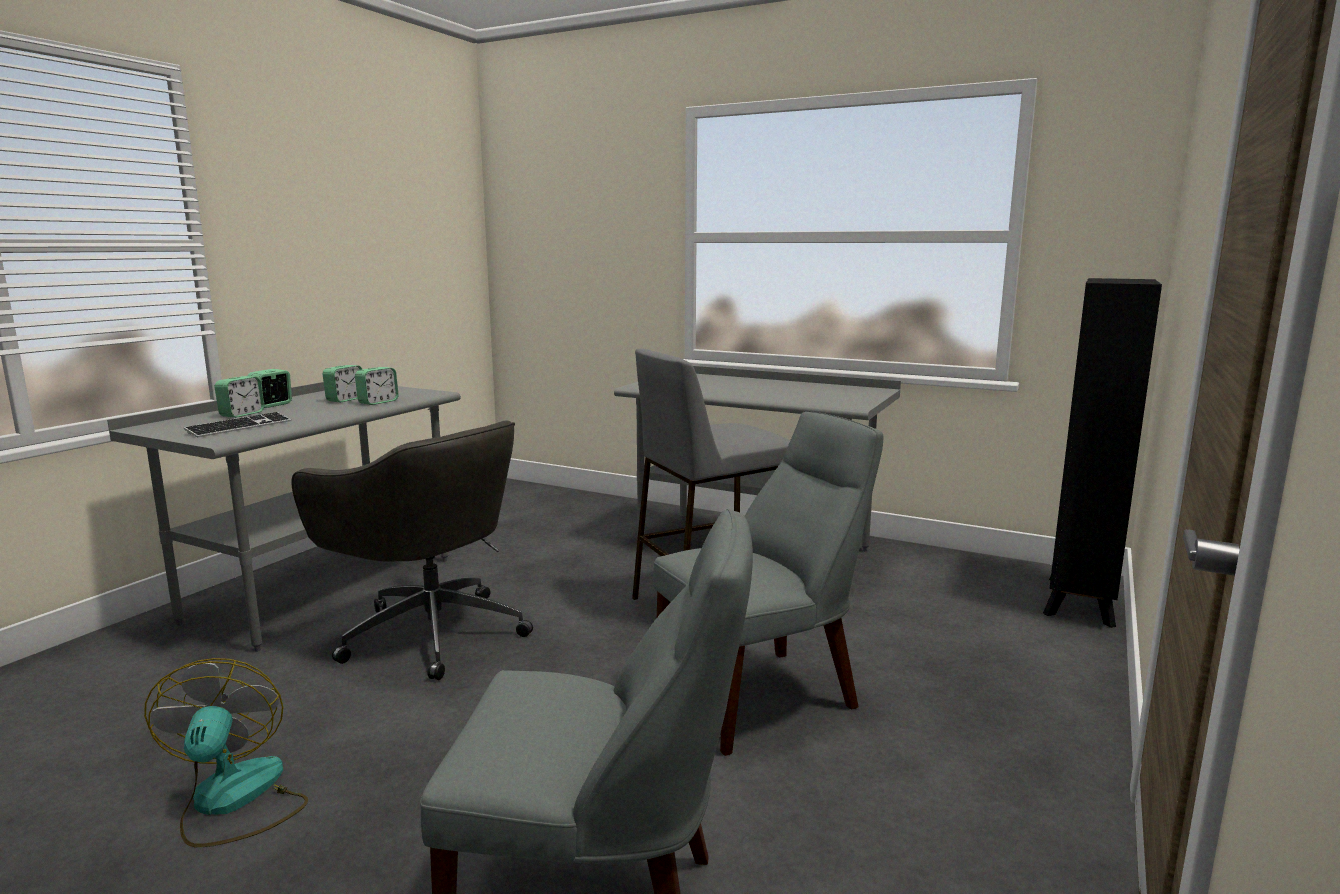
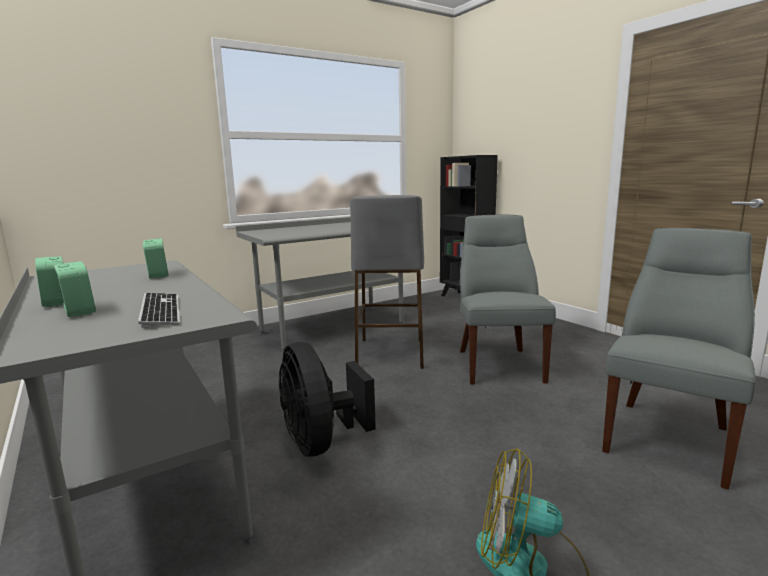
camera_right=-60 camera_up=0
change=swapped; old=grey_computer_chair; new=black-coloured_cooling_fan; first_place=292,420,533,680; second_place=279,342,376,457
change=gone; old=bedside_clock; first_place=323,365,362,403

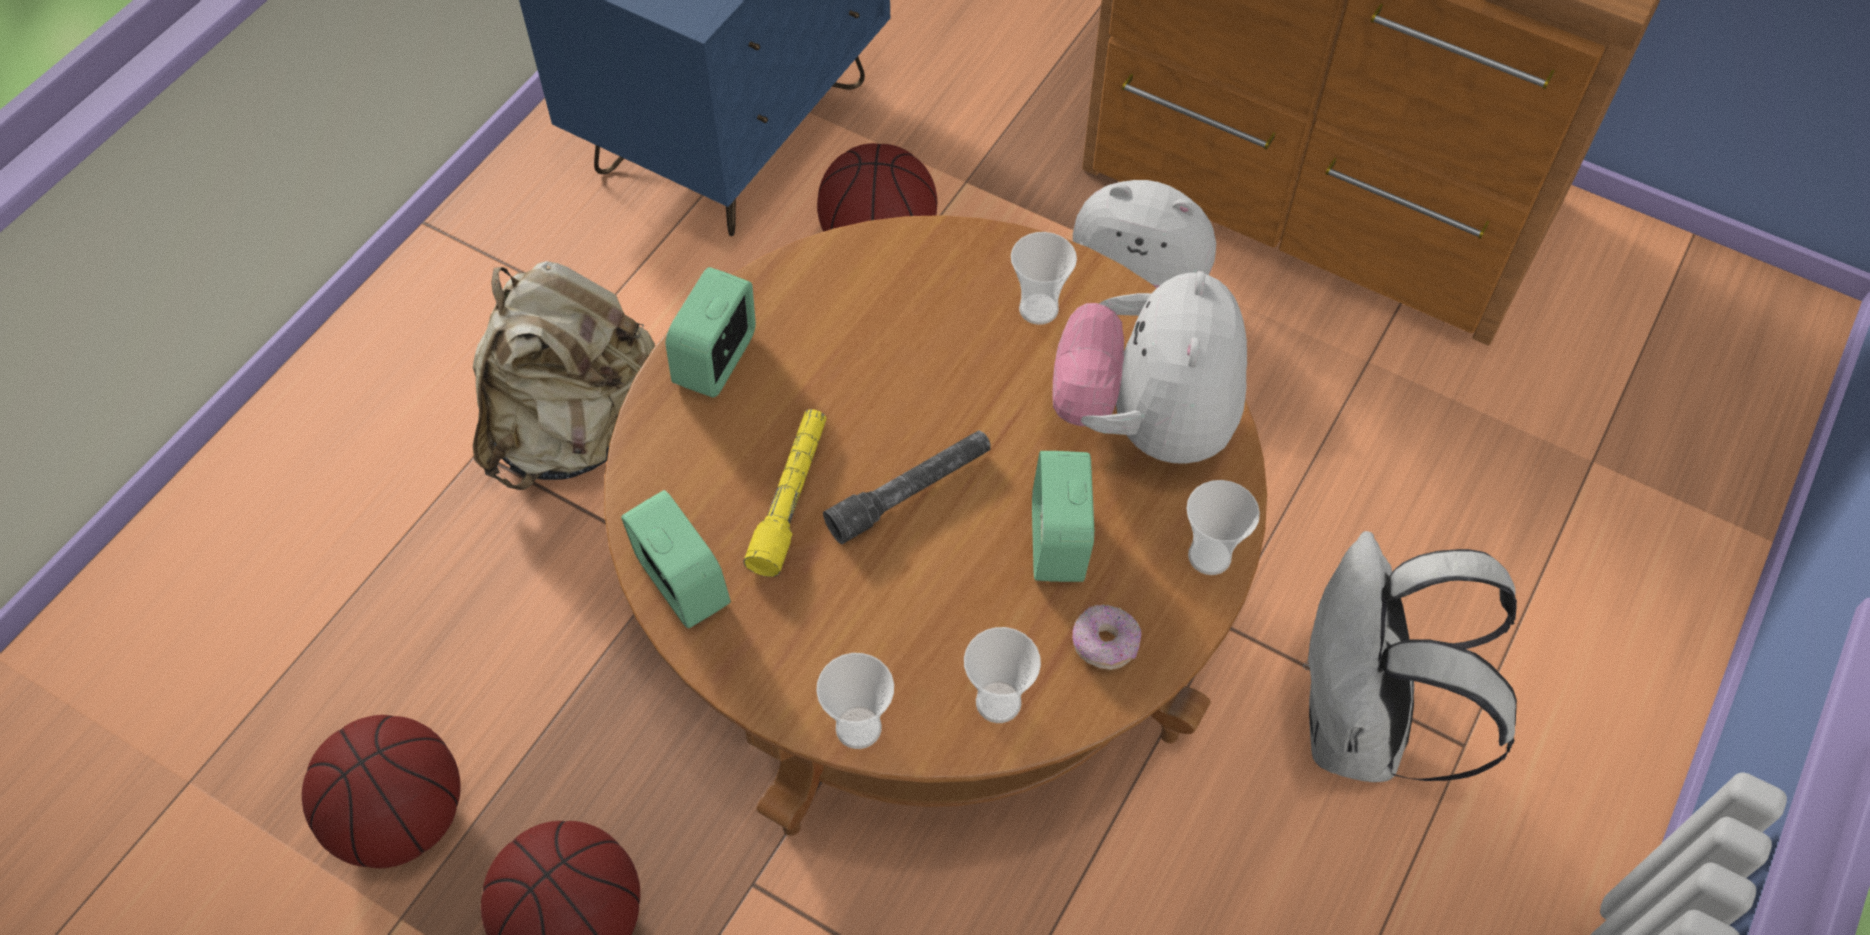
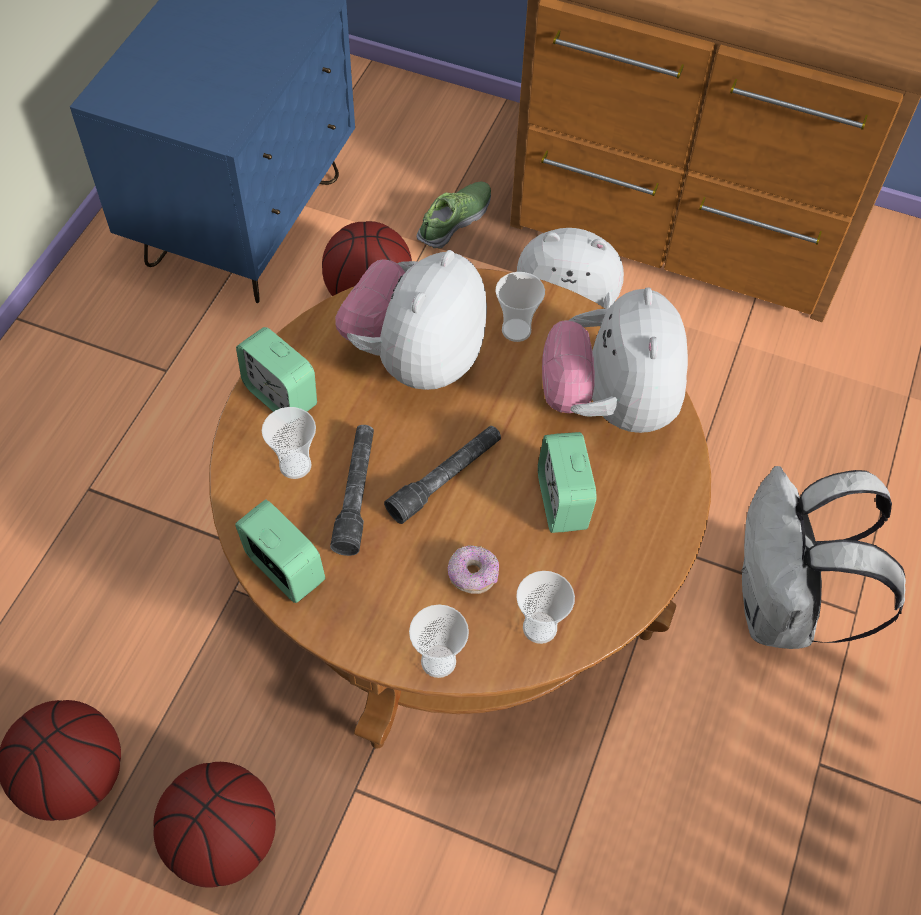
camera_right=-10 camera_up=0
change=rotated; old=bedside_clock; first_place=665,267,756,397; second_place=236,327,317,412; degrees=-60
change=shifted; old=cup; first_place=1187,480,1260,575; second_place=262,407,316,479
change=repainted; old=yellow_hand_torch; new=grey_hand_torch; first_place=743,409,826,577; second_place=330,425,374,556
change=new; new=cuddly_toy; second_place=335,250,487,390
change=new; new=item_of_footwear; second_place=416,181,491,248
change=shifted; old=doughnut; first_place=1073,604,1141,670; second_place=448,545,499,594
change=gone; old=beige_knapsack; first_place=473,261,655,490

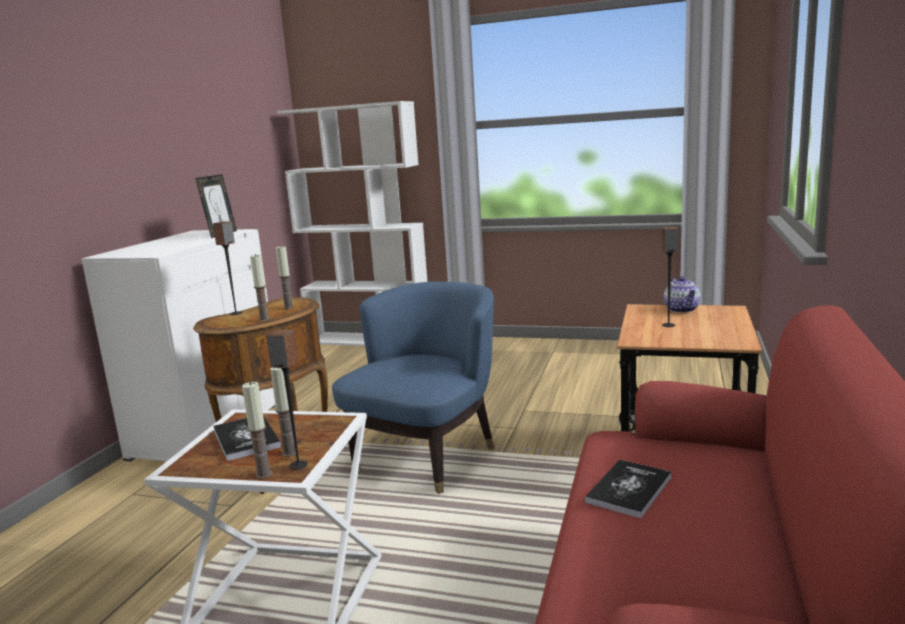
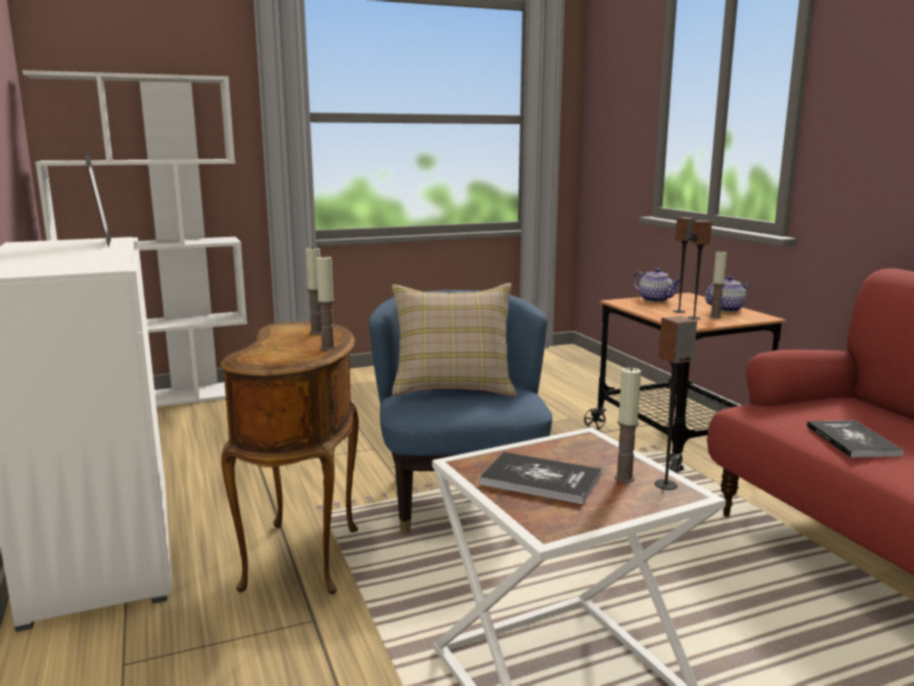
camera_right=-40 camera_up=0
change=new; new=beige_throw_pillow; second_place=392,283,517,396
change=shifted; old=loudspeaker; first_place=213,221,242,315; second_place=688,220,712,320
change=new; new=tea_pot; second_place=705,276,750,312
change=shifted; old=wax_candle; first_place=242,381,272,479; second_place=709,250,727,318

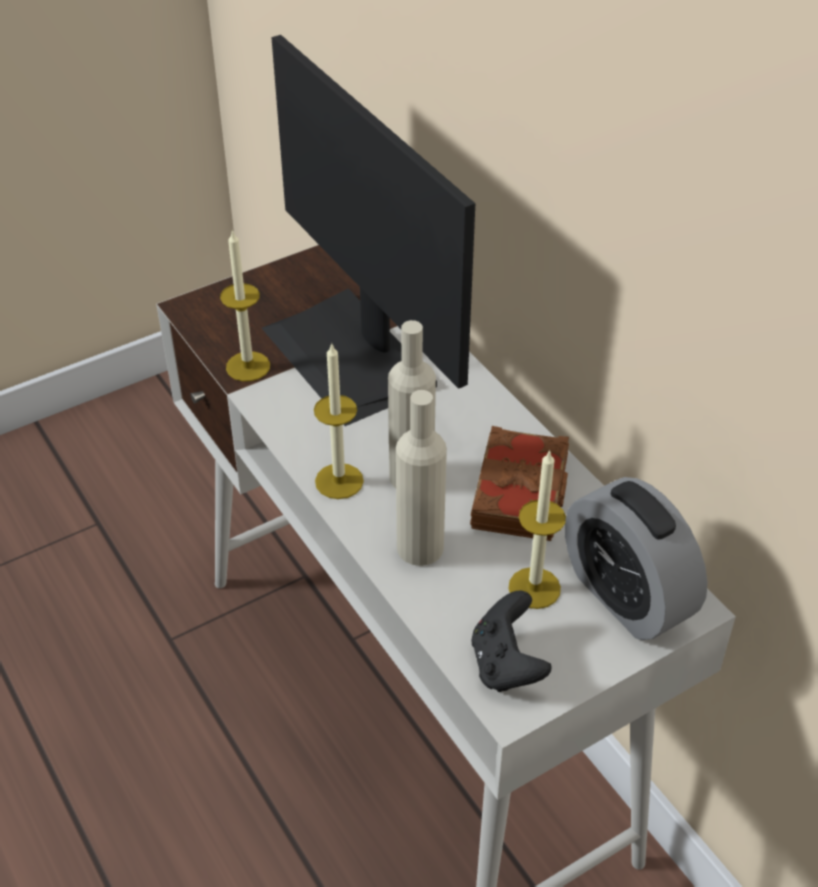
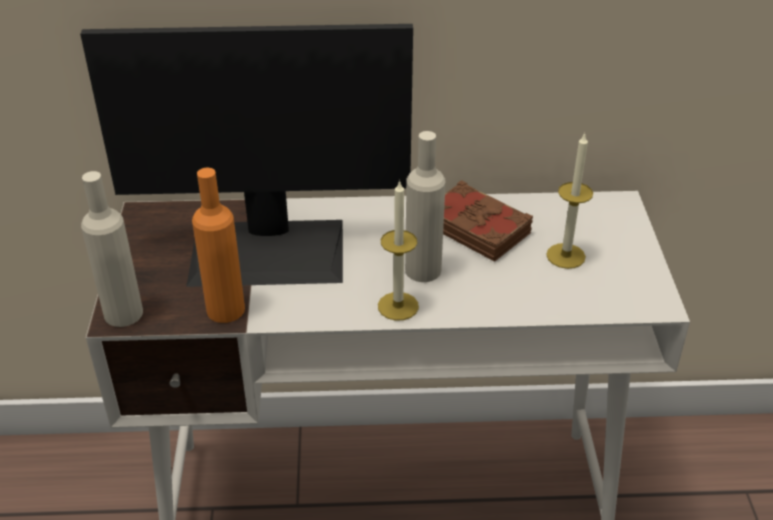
camera_right=-60 camera_up=-5
change=shifted; old=beige_bottle; first_place=396,390,447,566; second_place=81,171,143,327
change=swapped; old=wax_candle; new=orange_bottle; first_place=220,230,270,381; second_place=192,168,245,323
change=gone; old=black-coloured_game_controller; first_place=472,590,551,692
change=gone; old=bedside_clock; first_place=565,477,708,640

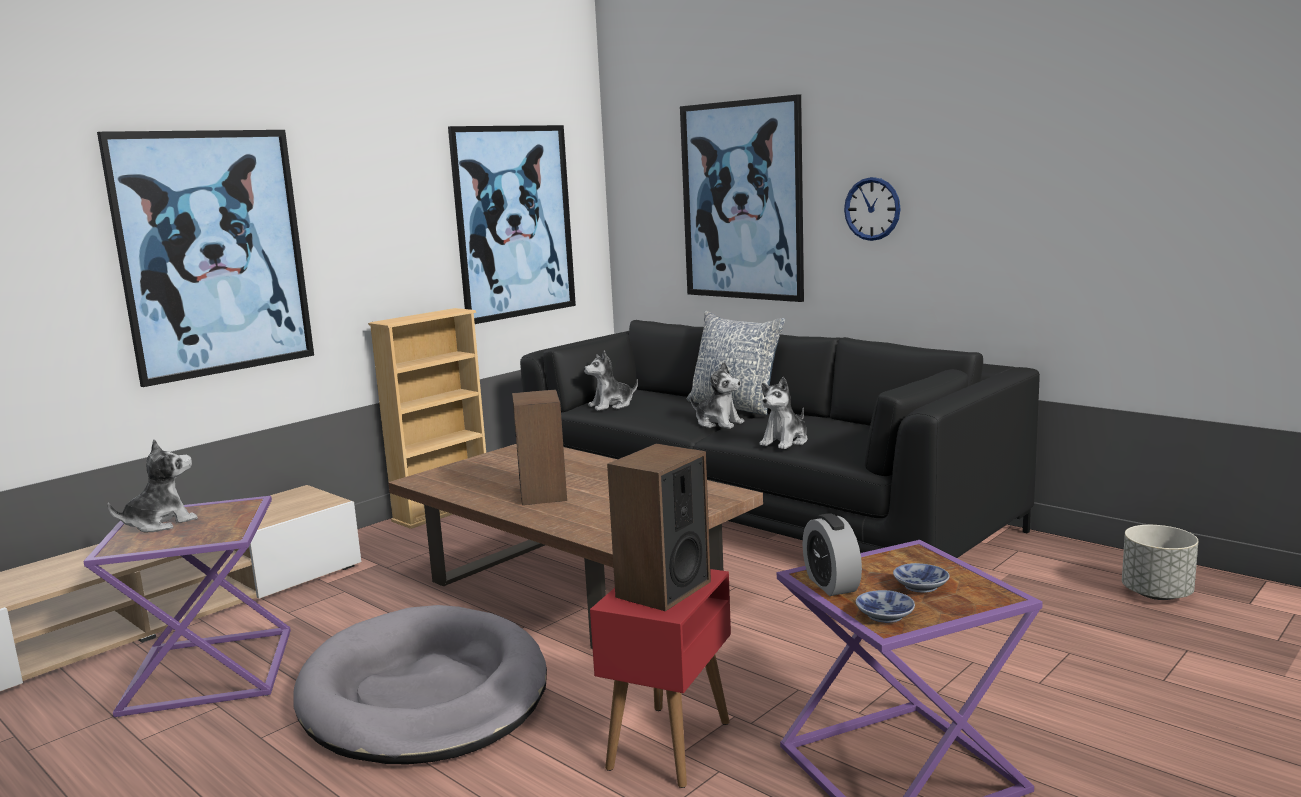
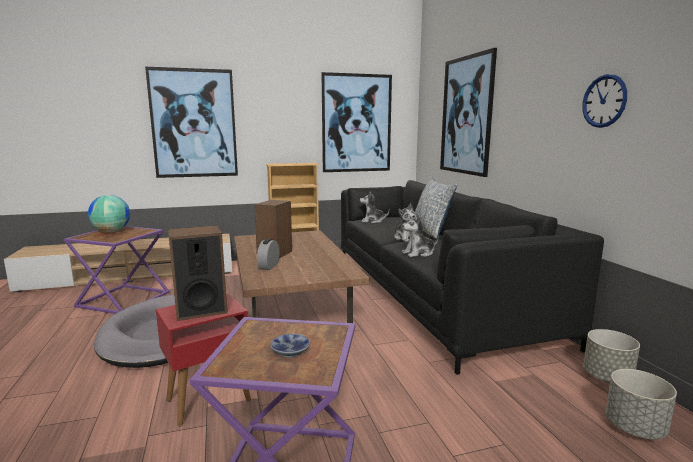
camera_right=30 camera_up=0
change=swapped; old=cuddly_toy; new=world_globe; first_place=108,440,198,532; second_place=88,195,130,232
change=shifted; old=bedside_clock; first_place=803,513,862,596; second_place=257,239,280,270
change=shifted; old=clock_on_the_wall; first_place=844,177,901,241; second_place=582,74,627,128
change=new; new=grey_flower_pot; second_place=583,329,640,383
change=gone; old=serving_bowl; first_place=856,590,915,623

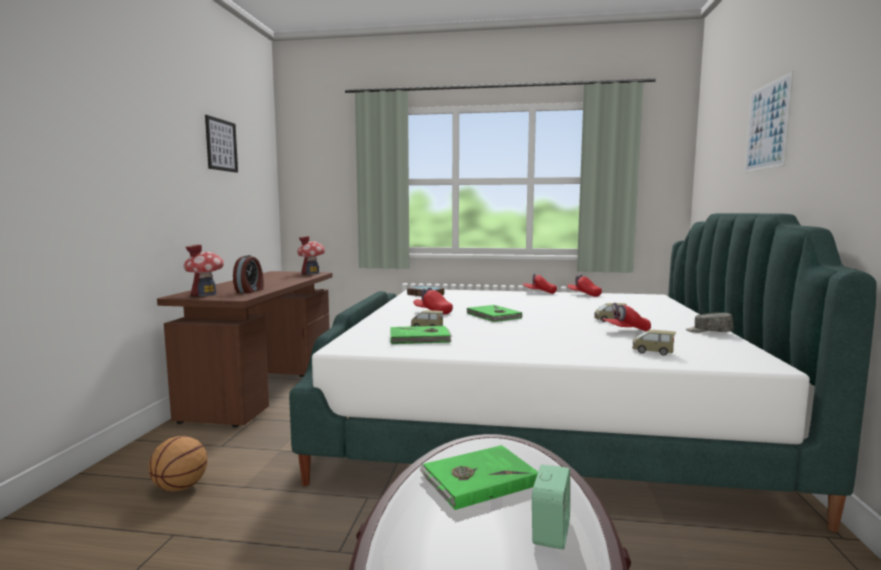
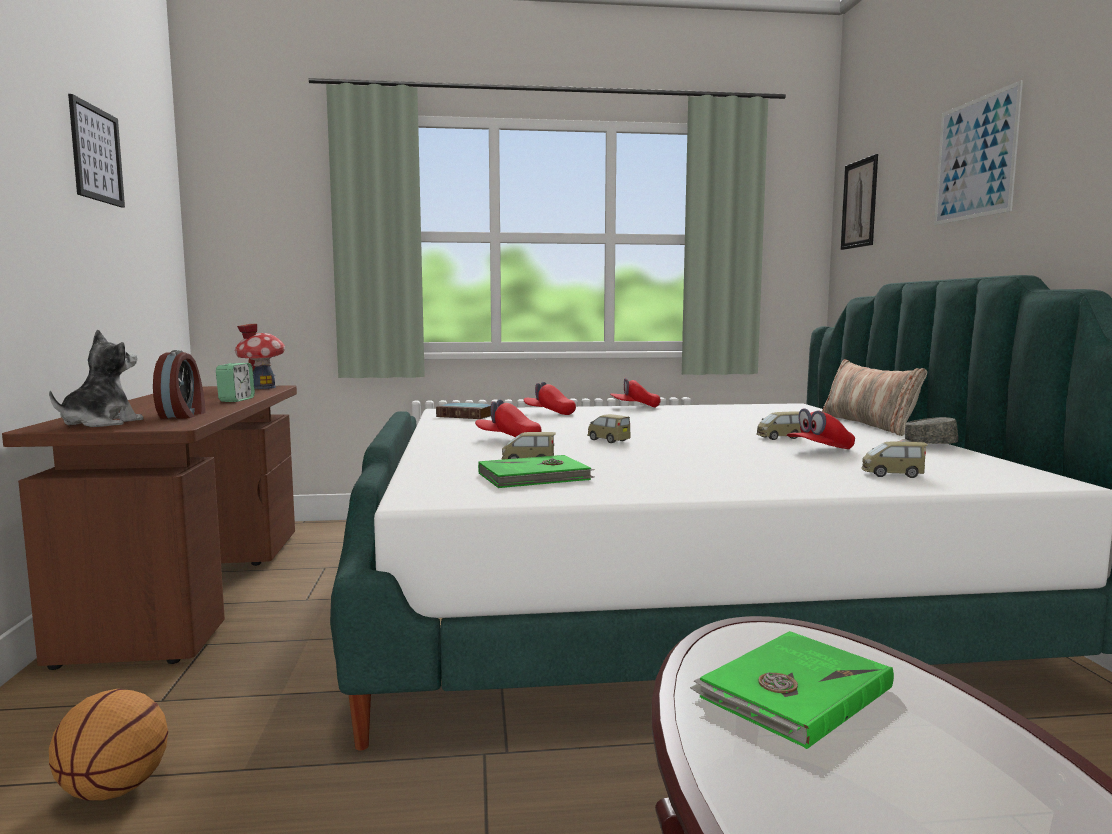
camera_right=-15 camera_up=0
change=swapped; old=miniature_house; new=cuddly_toy; first_place=184,245,224,297; second_place=49,329,144,427
change=shifted; old=bedside_clock; first_place=532,465,570,550; second_place=216,363,255,402
change=shifted; old=reddish_baseball_cap; first_place=567,275,602,297; second_place=523,382,576,415
change=swapped; old=green-coloured_volume; new=toy_car; first_place=467,305,522,322; second_place=587,414,630,443
change=new; new=throw_pillow; second_place=822,359,927,436
change=new; new=wall_picture; second_place=841,154,878,250

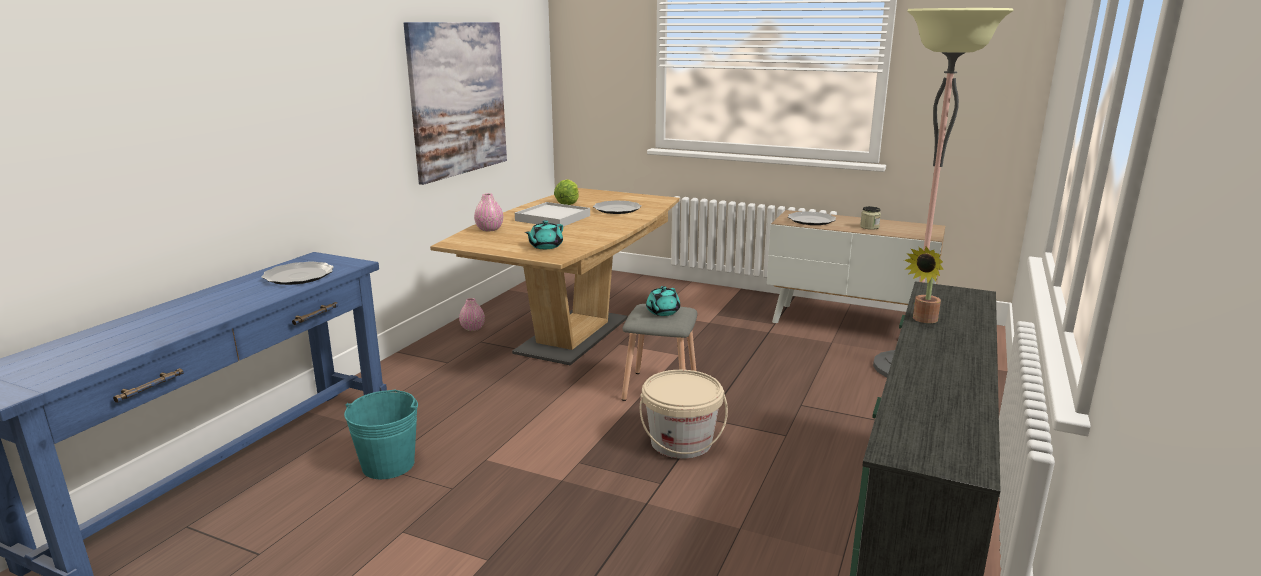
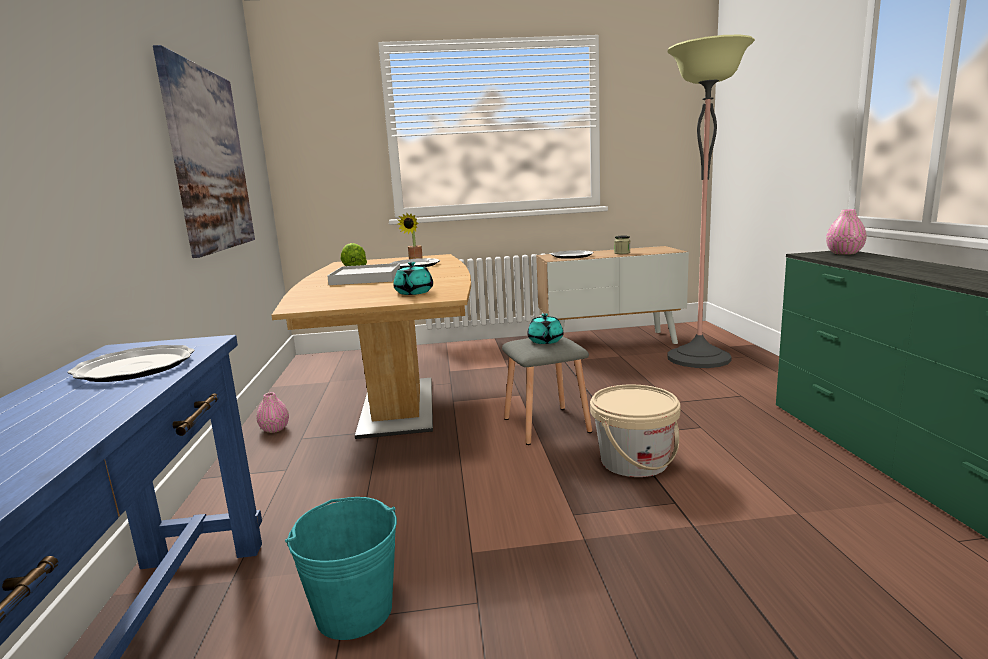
camera_right=-30 camera_up=-5
change=shifted; old=potted_plant; first_place=904,247,944,323; second_place=398,212,423,259
change=shifted; old=pinkish_vase; first_place=474,193,503,231; second_place=826,209,867,255

